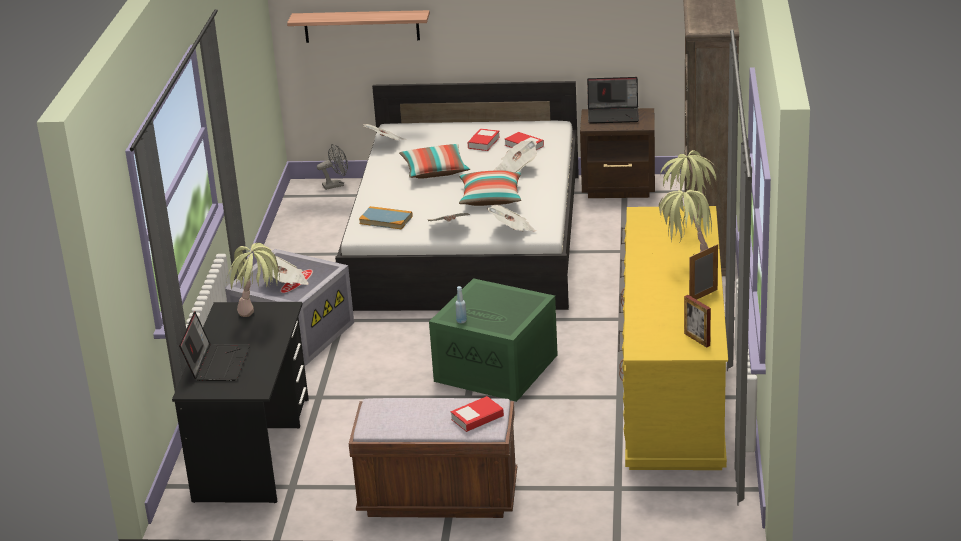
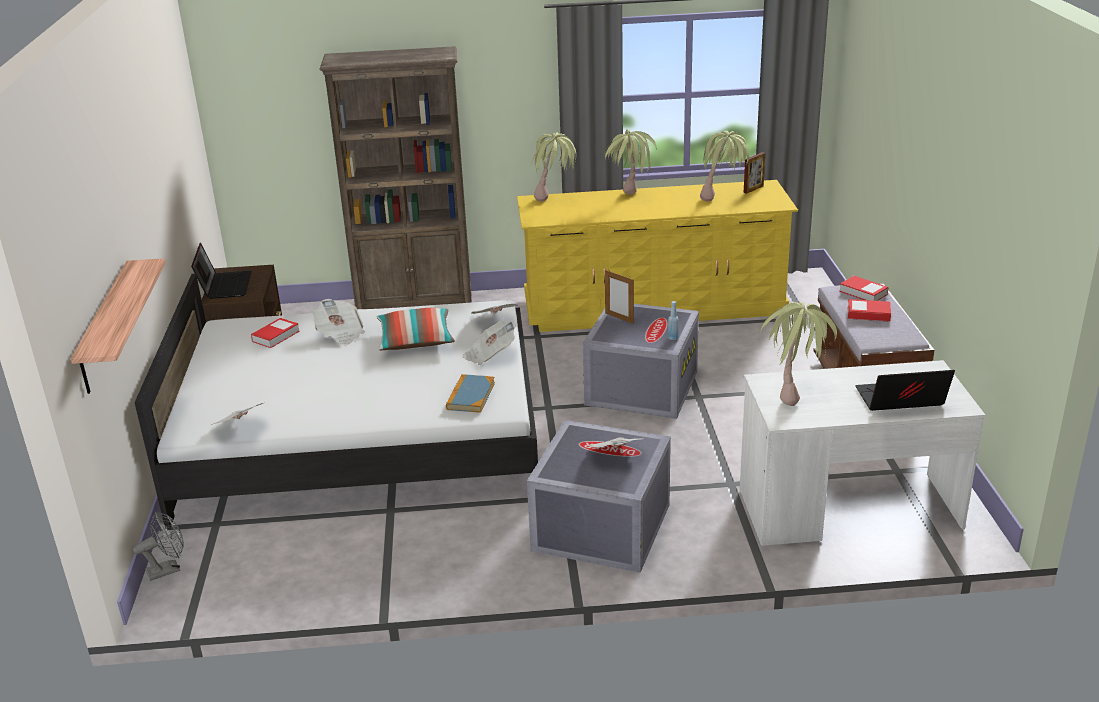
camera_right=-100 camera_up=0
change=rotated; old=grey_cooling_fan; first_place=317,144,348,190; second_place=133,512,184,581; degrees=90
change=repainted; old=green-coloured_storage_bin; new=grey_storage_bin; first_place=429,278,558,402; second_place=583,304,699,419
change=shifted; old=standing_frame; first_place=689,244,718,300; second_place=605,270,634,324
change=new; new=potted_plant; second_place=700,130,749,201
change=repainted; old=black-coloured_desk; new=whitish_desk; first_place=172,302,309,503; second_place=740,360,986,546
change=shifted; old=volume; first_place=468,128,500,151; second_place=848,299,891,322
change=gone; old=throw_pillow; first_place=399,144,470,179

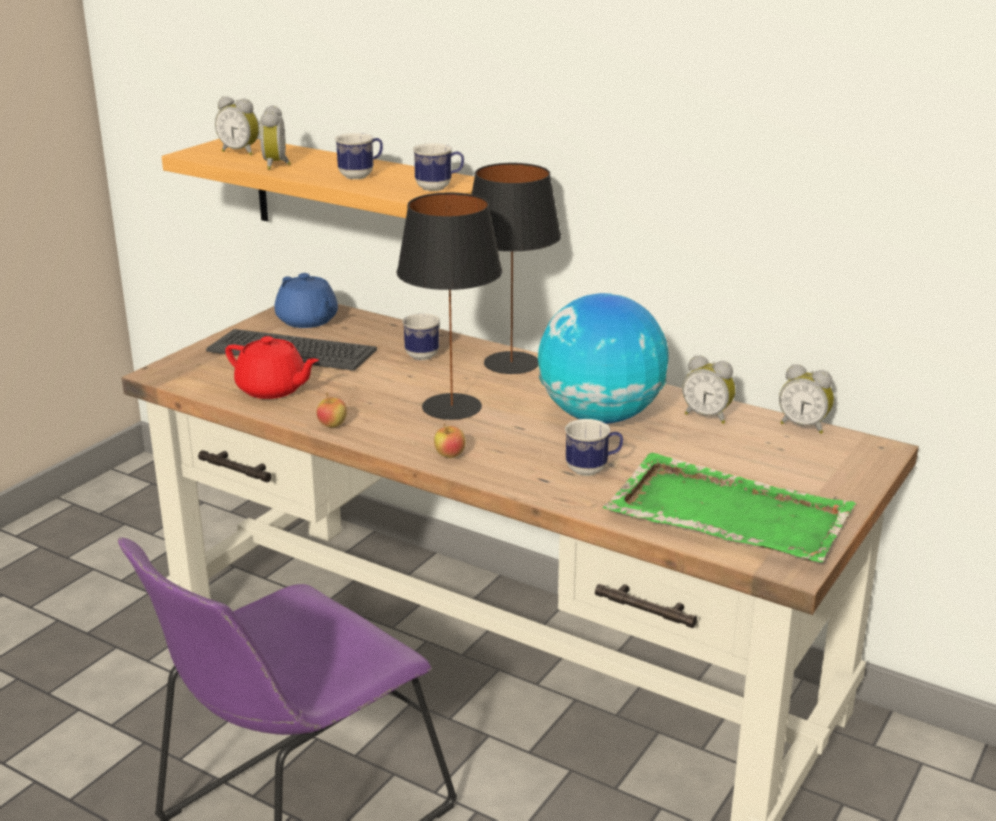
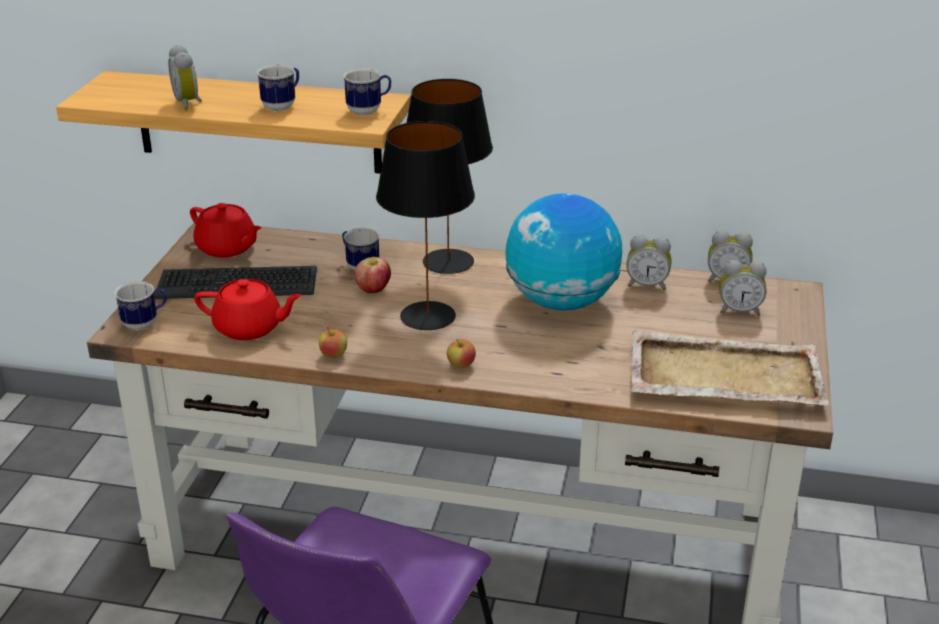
camera_right=-20 camera_up=5
change=shifted; old=tea_mug; first_place=565,419,623,476; second_place=114,281,167,330
change=repainted; old=bluish_tea_pot; new=reddish_tea_pot; first_place=275,273,338,328; second_place=190,203,261,258
change=new; new=apple_fruit; second_place=355,257,391,293
change=repainted; old=green-coloured_serving_tray; new=beige_serving_tray; first_place=603,453,856,562; second_place=631,330,829,405
change=shifted; old=bedside_clock; first_place=215,96,259,156; second_place=719,260,767,316

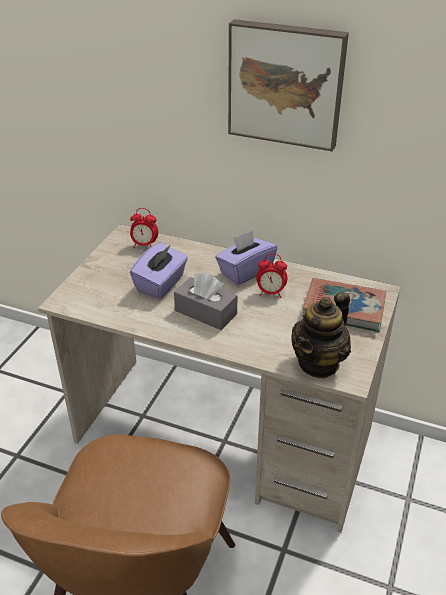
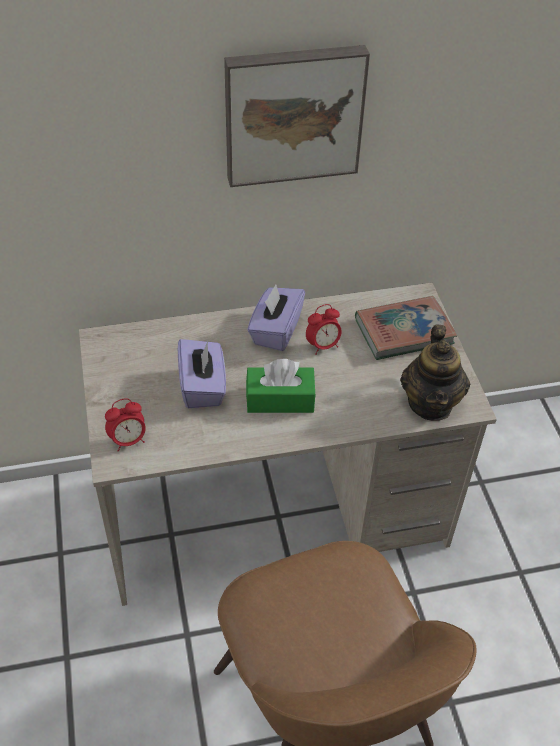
camera_right=-35 camera_up=10
change=shifted; old=bedside_clock; first_place=130,208,158,248; second_place=105,398,146,452
change=repainted; old=grey_tissue_holder; new=green-coloured_tissue_holder; first_place=174,272,237,330; second_place=246,359,316,413

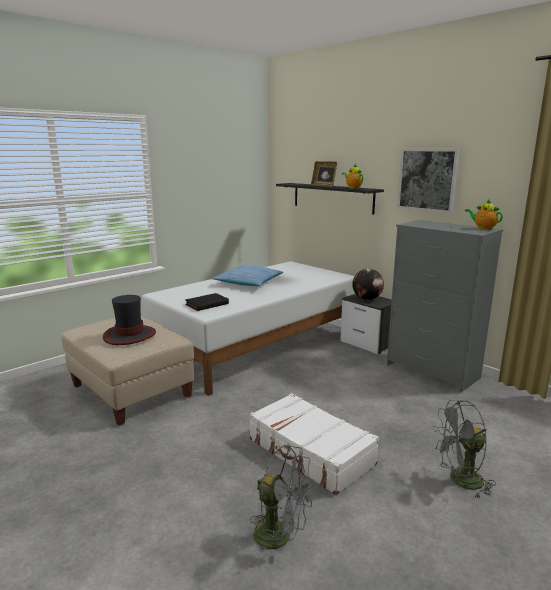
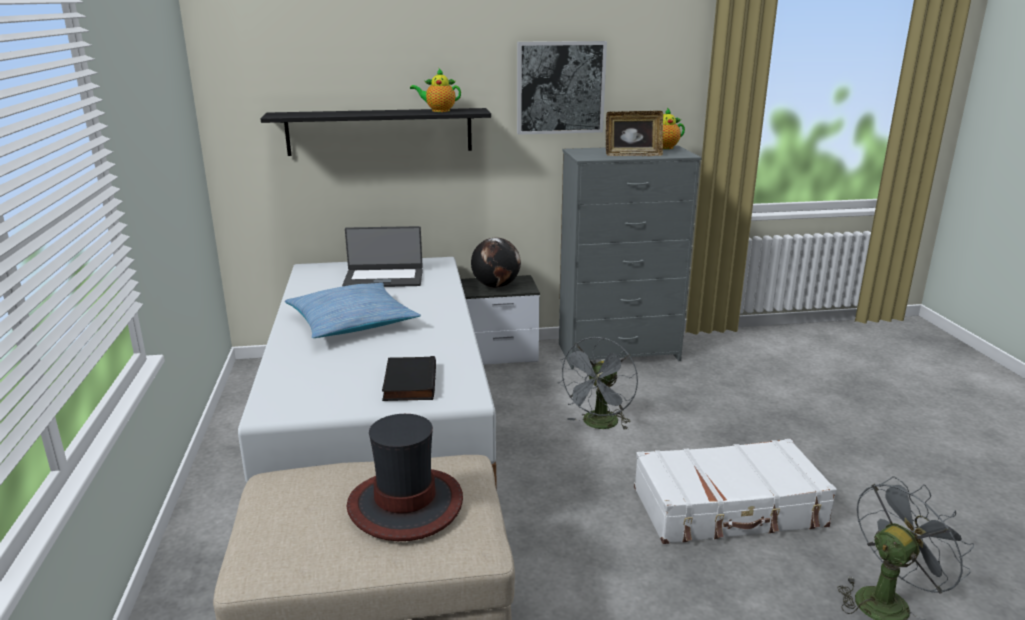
camera_right=-55 camera_up=5
change=new; new=notebook_computer; second_place=342,226,423,287
change=shifted; old=grey_cooling_fan; first_place=433,400,496,498; second_place=557,337,638,430
change=shifted; old=standing_frame; first_place=311,161,337,187; second_place=606,111,663,156

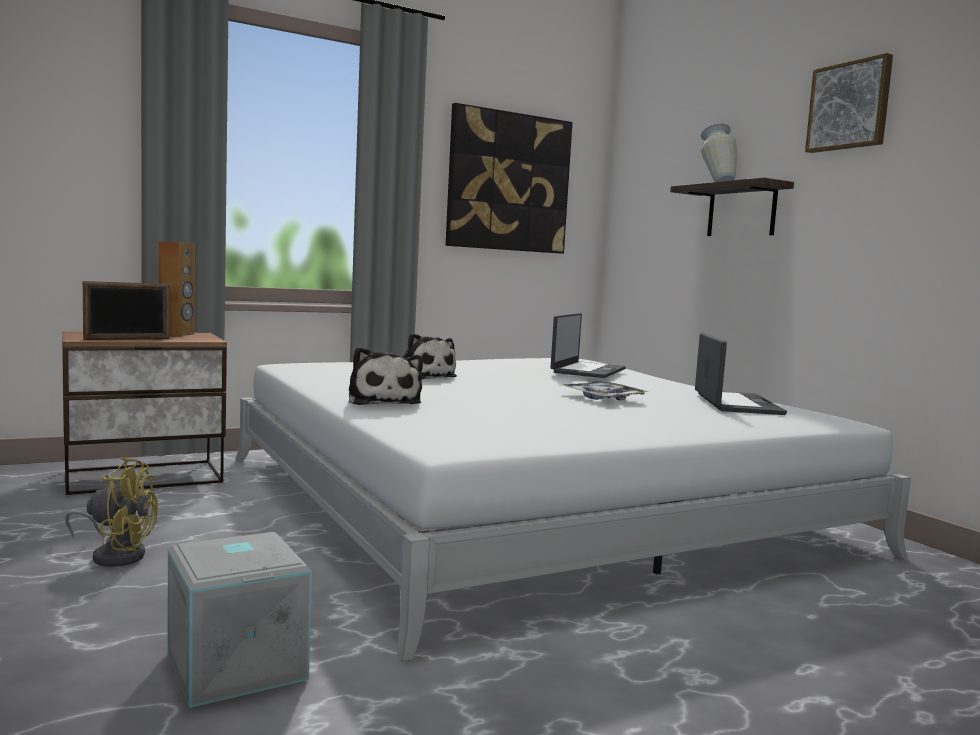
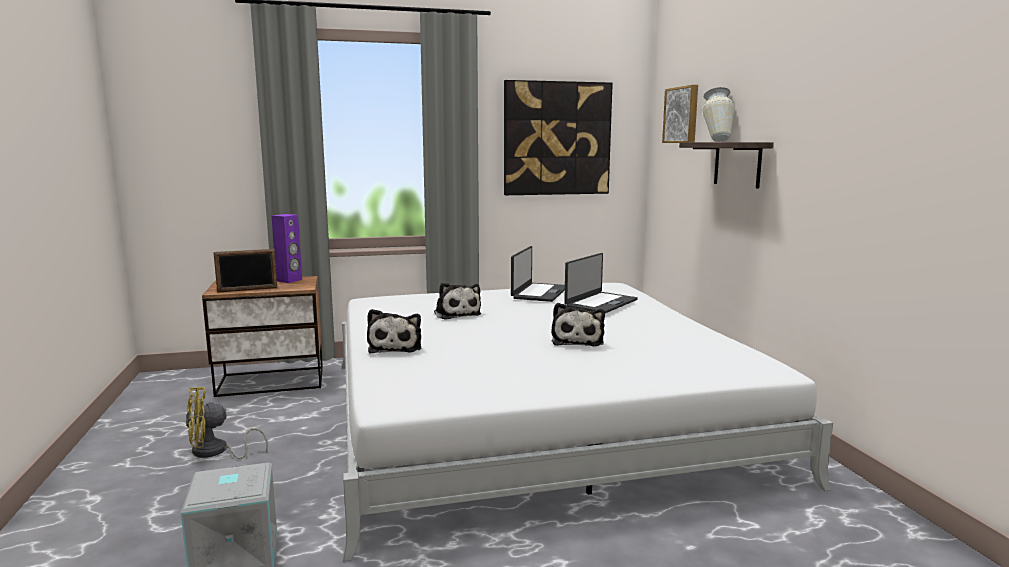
camera_right=15 camera_up=5
change=rotated; old=yellow_cooling_fan; first_place=65,457,158,567; second_place=186,387,268,459; degrees=135
change=repainted; old=brown_loudspeaker; new=purple_loudspeaker; first_place=158,241,195,336; second_place=272,214,302,283
change=shifted; old=notebook_computer; first_place=695,333,787,415; second_place=511,246,565,302
change=swapped; old=serving_tray; new=cuddly_toy; first_place=558,381,649,400; second_place=551,303,605,346
change=shifted; old=wall_picture; first_place=805,53,893,153; second_place=662,85,698,143

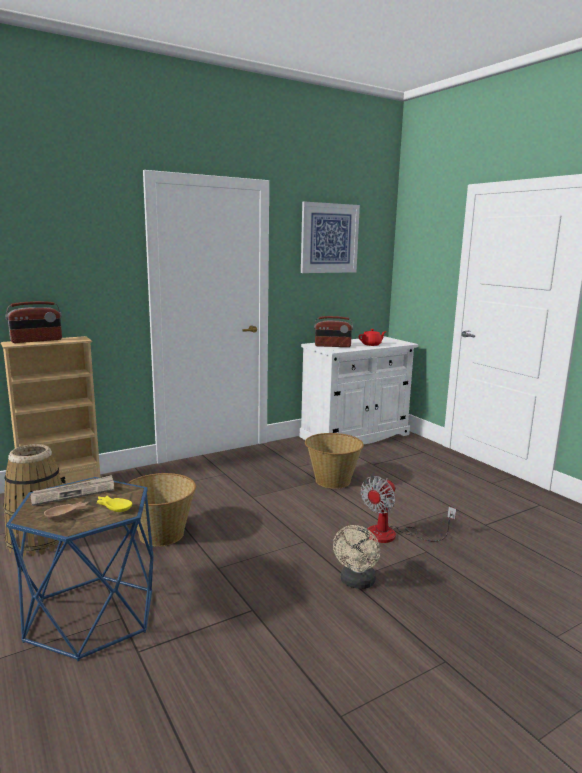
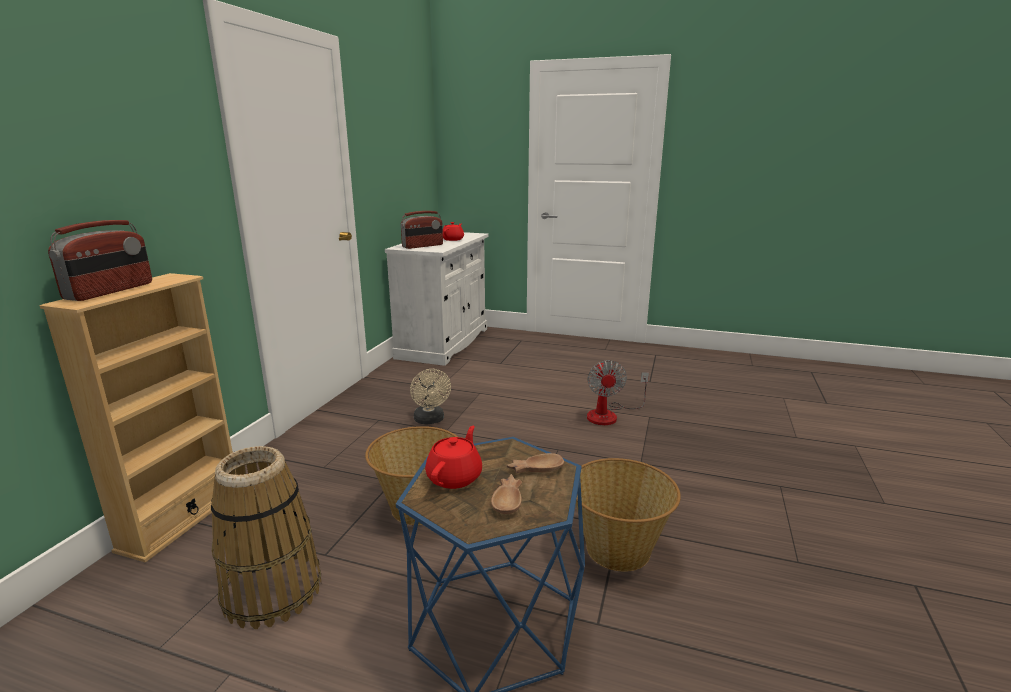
camera_right=-40 camera_up=5
change=shifted; old=beige_cooling_fan; first_place=333,525,380,589; second_place=410,369,451,425
change=swapped; old=printed_paper; new=reddish_tea_pot; first_place=30,475,114,506; second_place=425,426,482,489
change=repainted; old=yellow_serving_bowl; new=brown_serving_bowl; first_place=97,496,132,512; second_place=506,453,564,473
change=shifted; old=storage_basket; first_place=305,433,364,489; second_place=576,458,681,572
change=gone; old=wall_picture; first_place=301,202,360,273

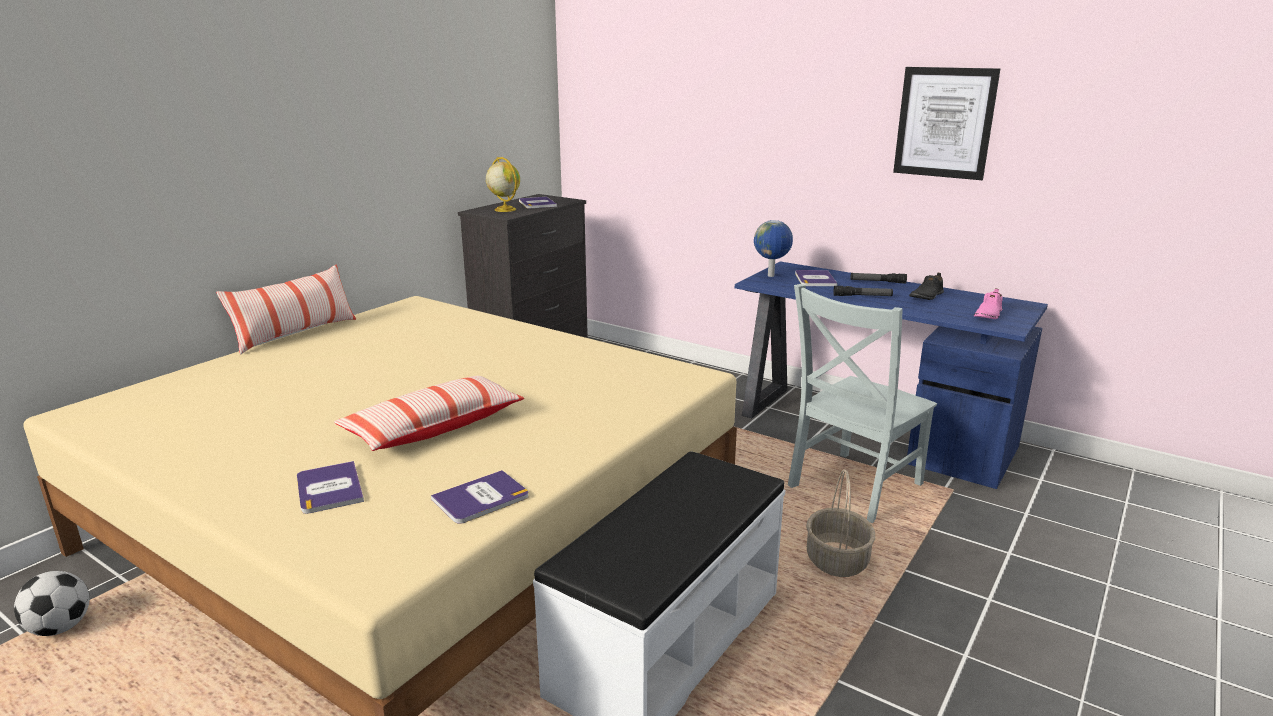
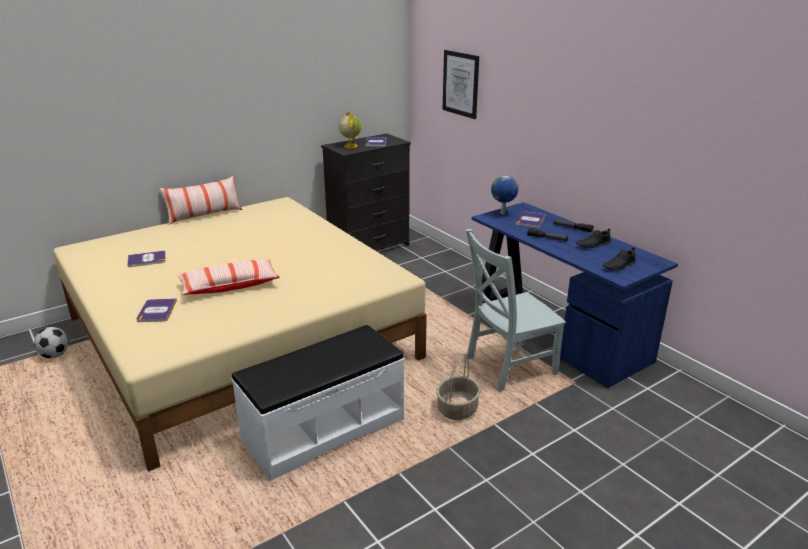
camera_right=20 camera_up=5
change=shifted; old=volume; first_place=431,470,529,524; second_place=127,250,166,267
change=shifted; old=wall_picture; first_place=893,67,1001,180; second_place=443,50,479,119
change=repainted; old=pinkish_item_of_footwear; new=black-coloured_item_of_footwear; first_place=974,288,1003,319; second_place=603,247,636,270

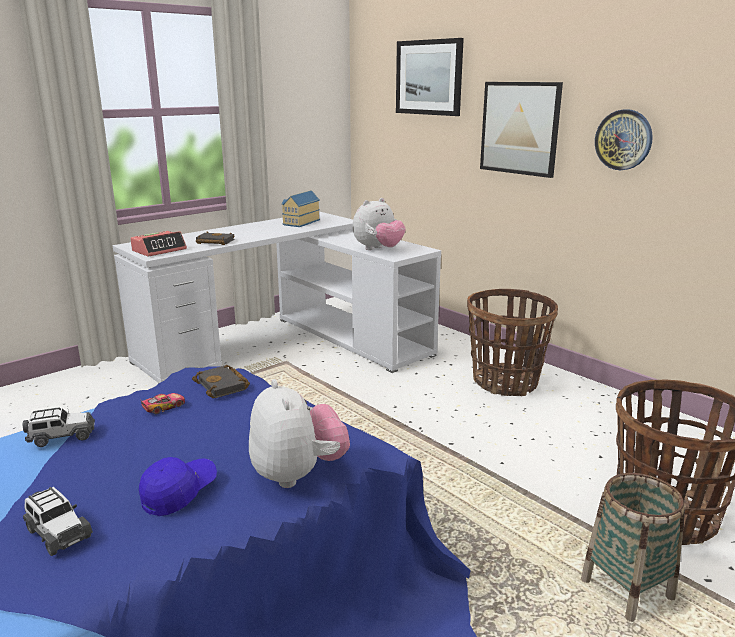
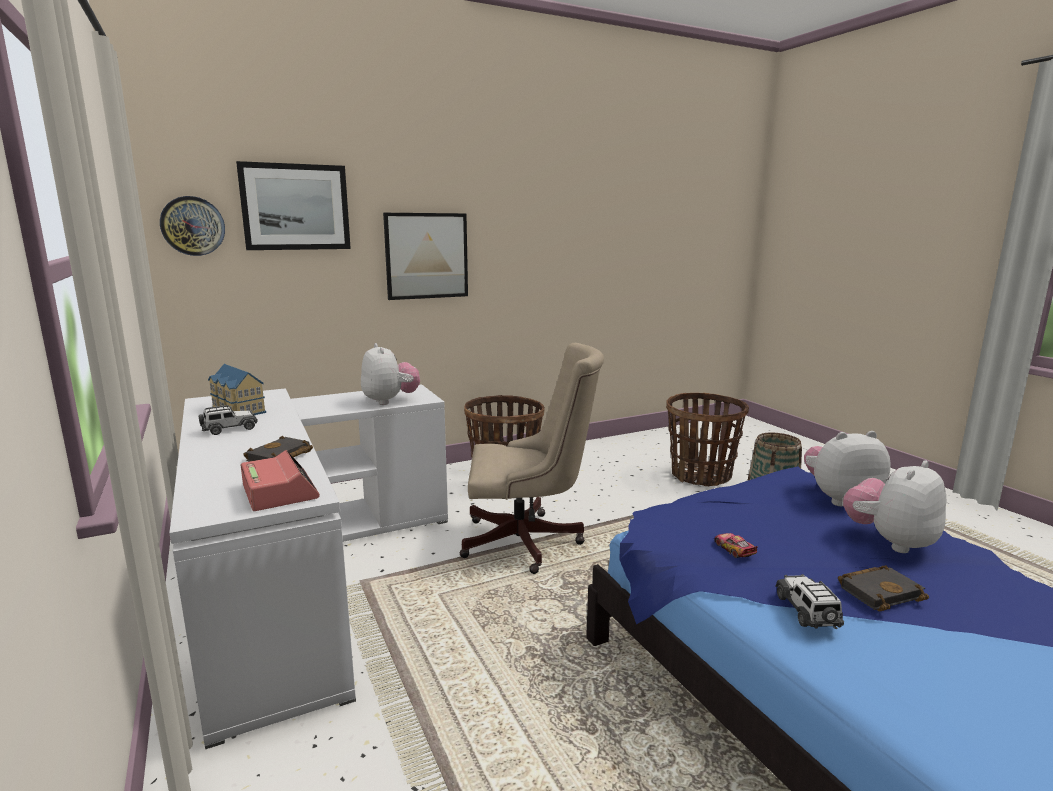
camera_right=-75 camera_up=-5
change=shifted; old=clock_on_the_wall; first_place=595,109,653,170; second_place=160,196,225,256
change=shifted; old=toy_car; first_place=23,487,93,556; second_place=199,405,258,435
change=new; new=beige_computer_chair; second_place=460,343,604,574
change=shifted; old=black-coloured_volume; first_place=192,365,250,398; second_place=838,565,929,612
change=swapped; old=bluish_baseball_cap; new=cuddly_toy; first_place=139,457,217,516; second_place=843,460,946,553

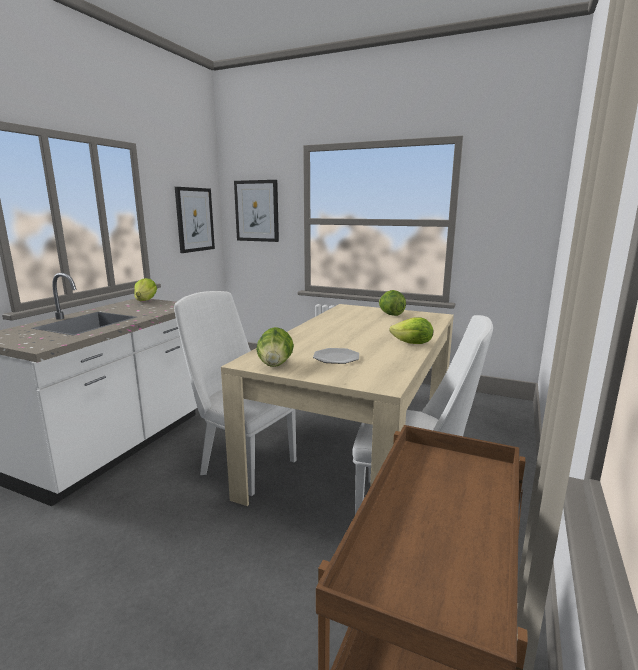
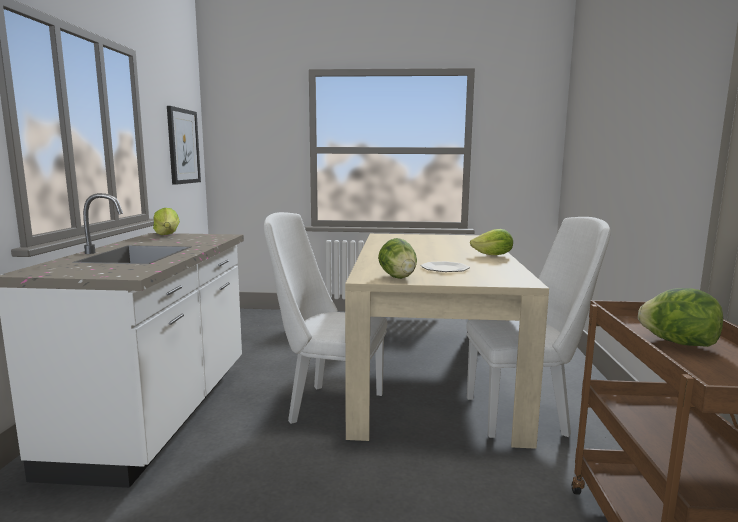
camera_right=-20 camera_up=-5
change=shifted; old=lettuce_head; first_place=379,290,406,316; second_place=638,288,723,347
change=gone; old=wall_picture; first_place=234,180,279,242

